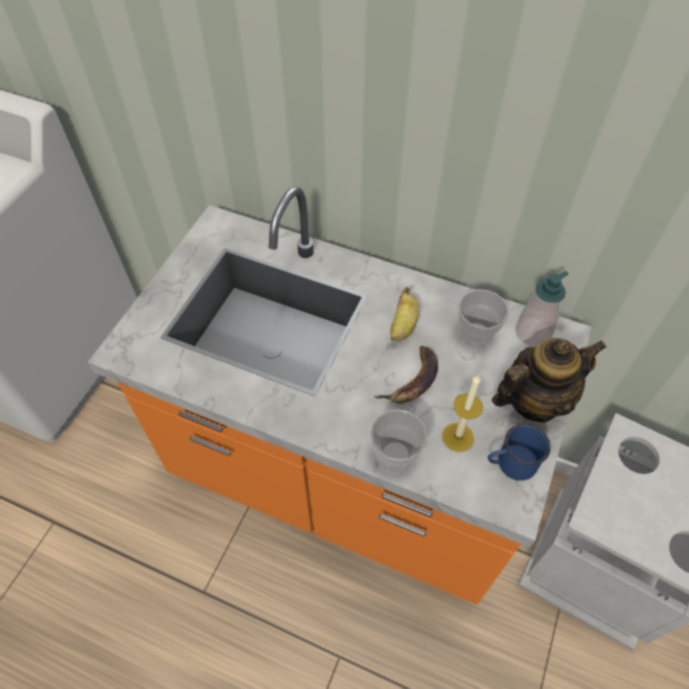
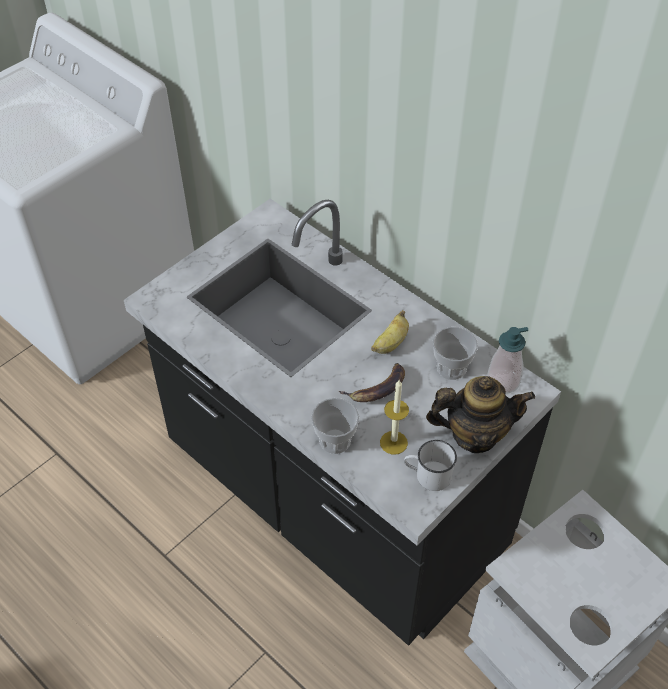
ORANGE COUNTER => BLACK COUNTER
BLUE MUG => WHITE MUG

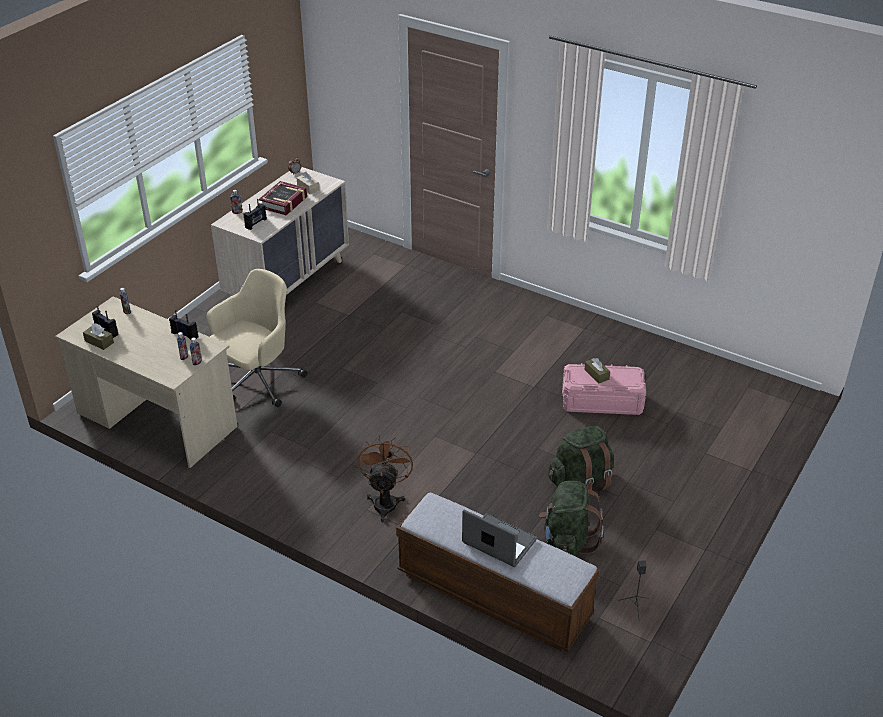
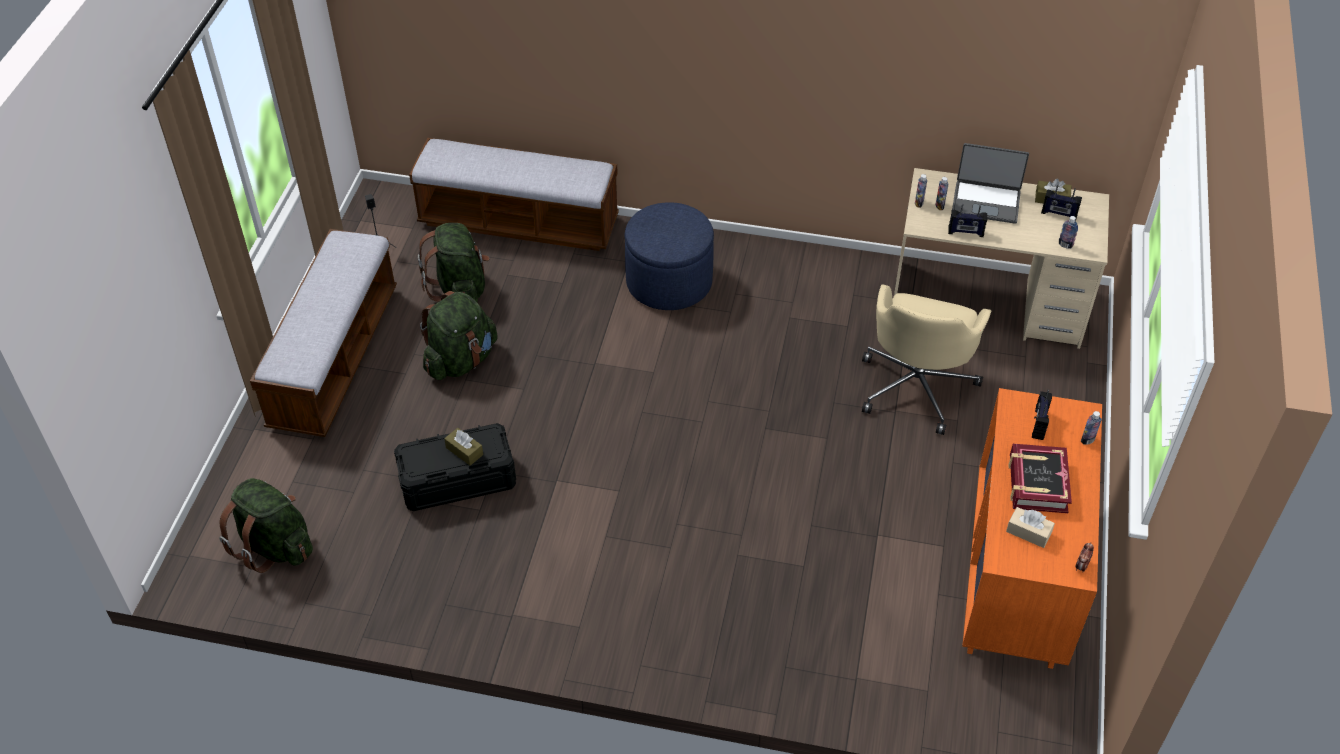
nothing => GREEN BACKPACK (no. 1 from left)
nothing => BENCH (no. 1 from left)
LAPTOP, shifted
BROWN FAN => BLUE OTTOMAN
BEIGE DRESSER => ORANGE DRESSER
PINK STORAGE BOX => BLACK STORAGE BOX

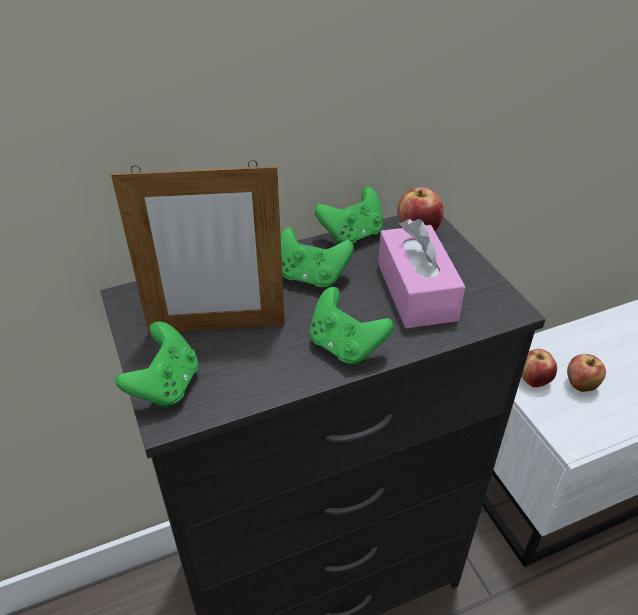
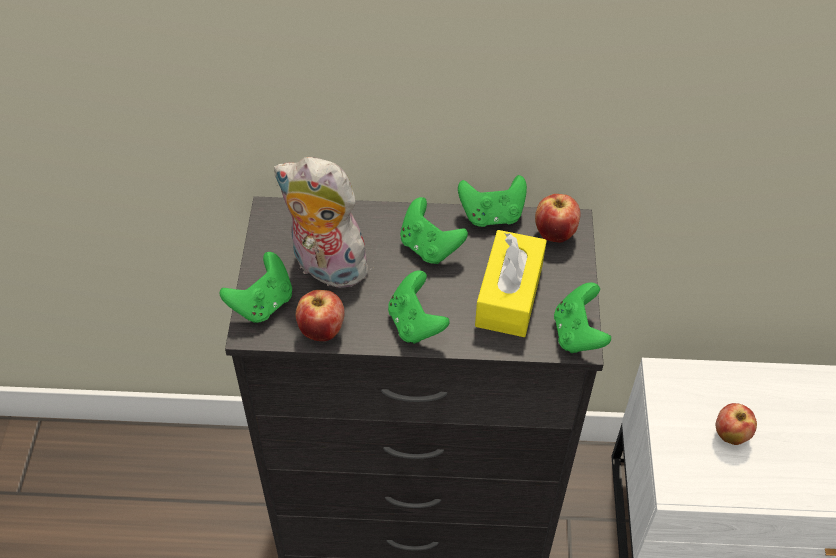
nothing => GREEN GAME CONTROLLER (no. 5 from left)
APPLE (no. 2 from left in the first image) => APPLE (no. 1 from left), shifted
PICTURE FRAME => PLUSH TOY
PINK TISSUE BOX => YELLOW TISSUE BOX

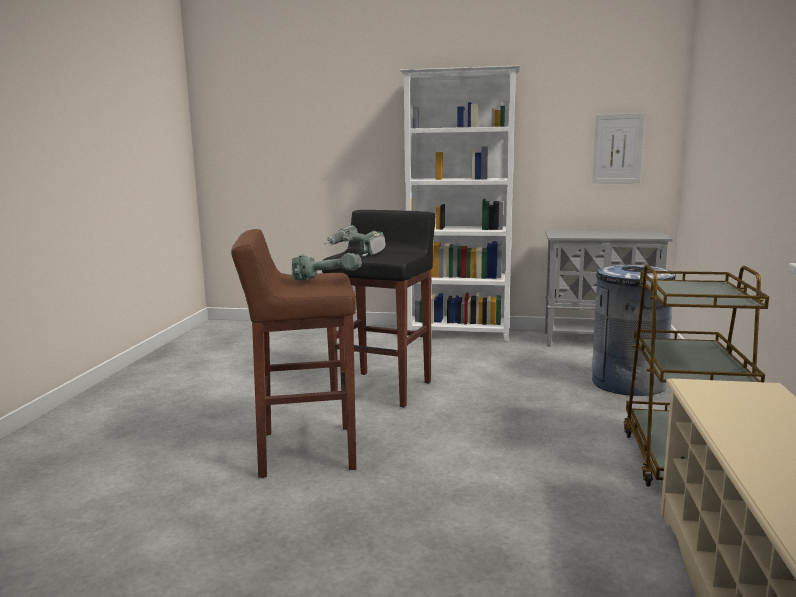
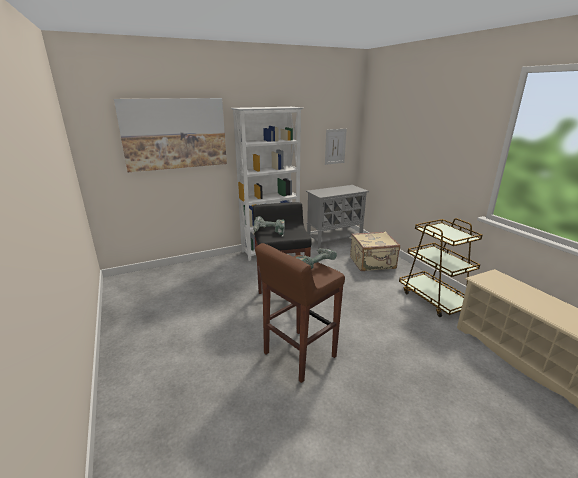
nothing => PICTURE (no. 1 from left)
GREY TRASH CAN => BEIGE SUITCASE

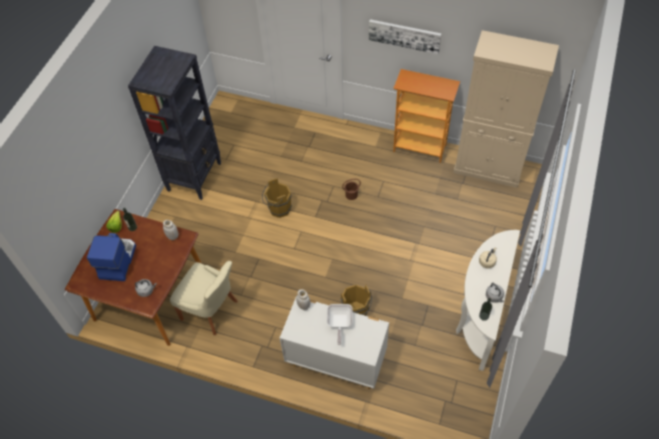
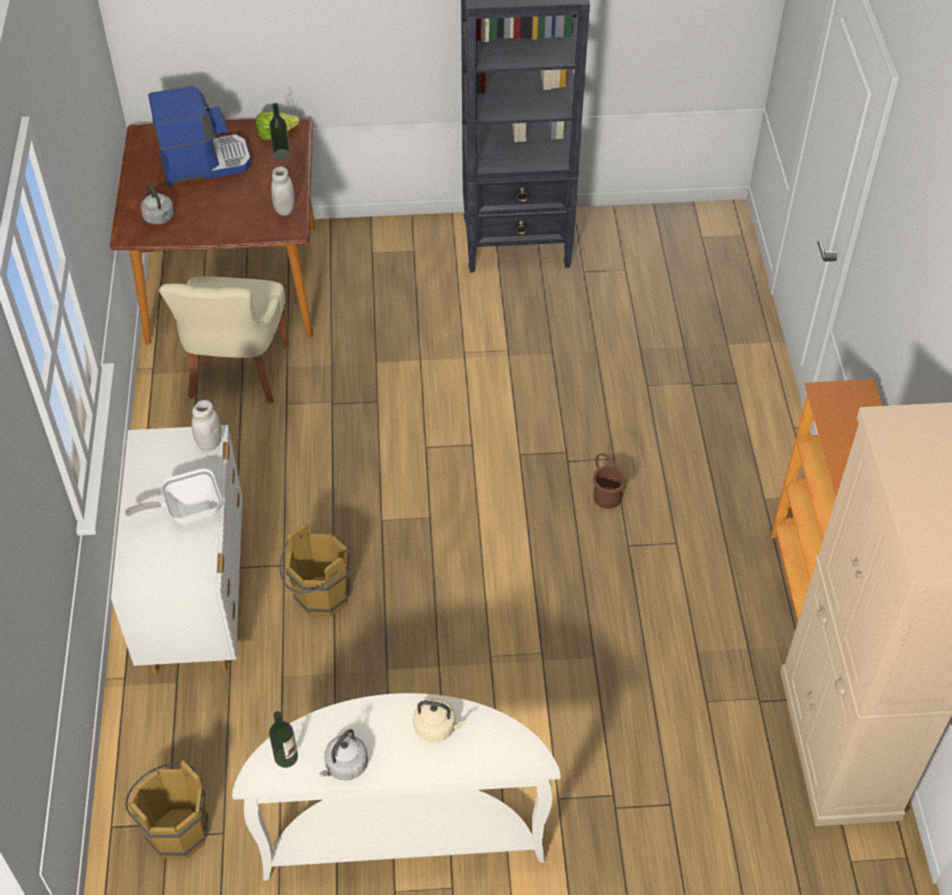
PICTURE => nothing
BROWN BUCKET (no. 1 from left), shifted

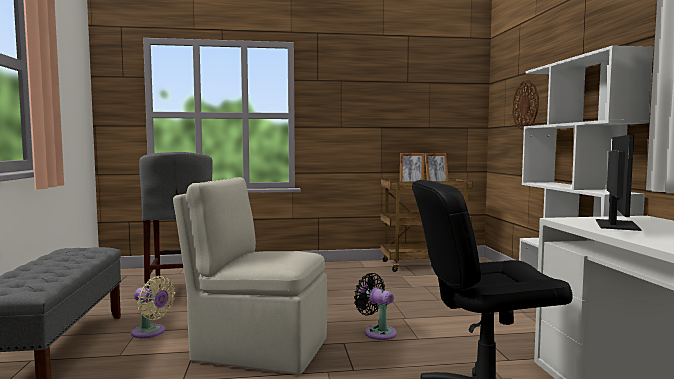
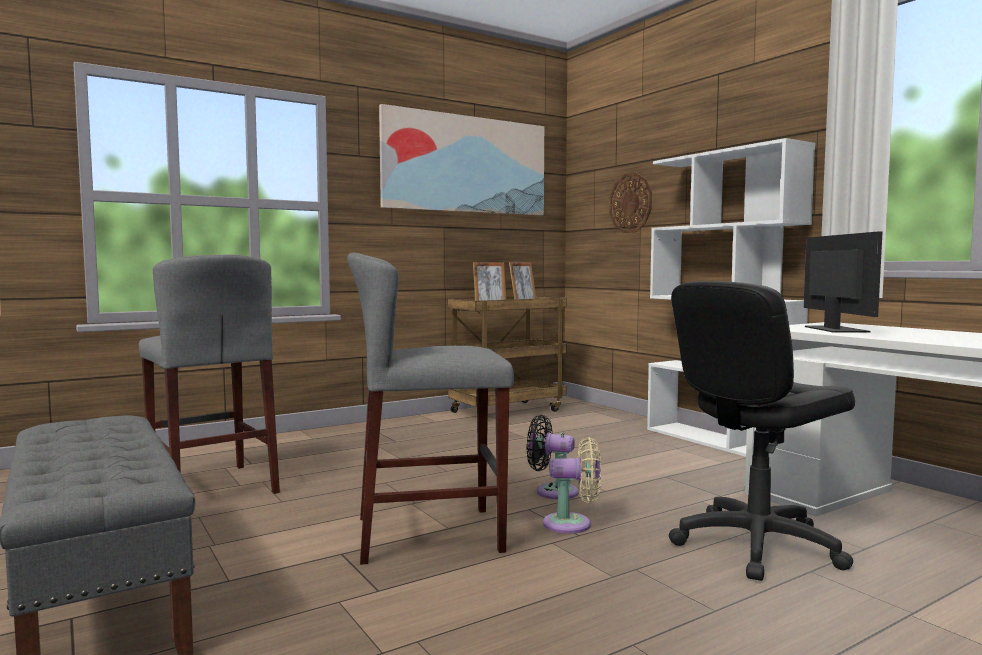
nothing => PICTURE
BEIGE FAN, shifted
BEIGE CHAIR => GREY STOOL (no. 2 from left)

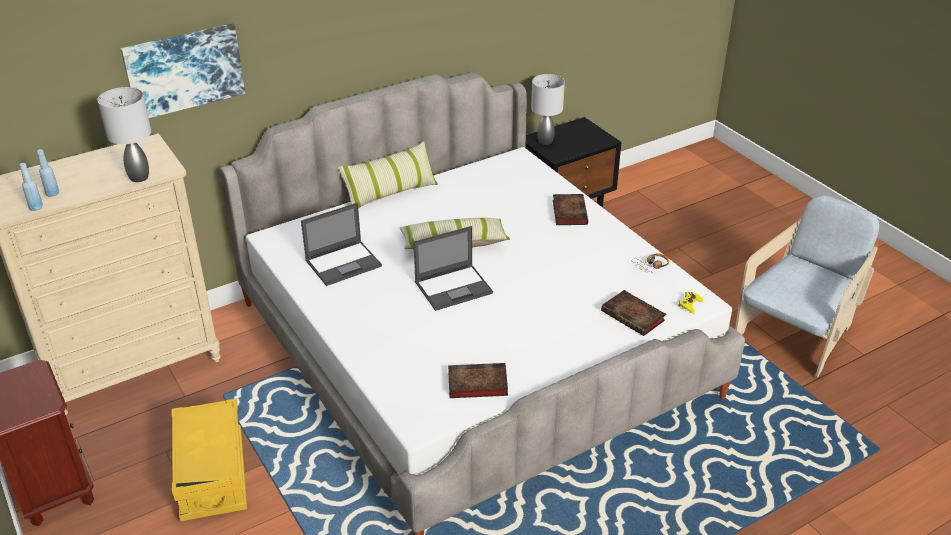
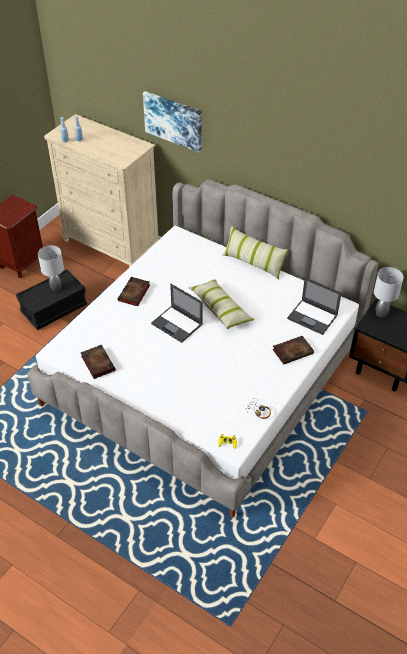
BEIGE ARMCHAIR => nothing
GREY TABLE LAMP (no. 1 from left), shifted
LAPTOP (no. 1 from left in the first image) => LAPTOP (no. 2 from left), shifted
BOOK (no. 3 from left in the first image) => BOOK (no. 2 from left), shifted
YELLOW STORAGE BOX => BLACK STORAGE BOX

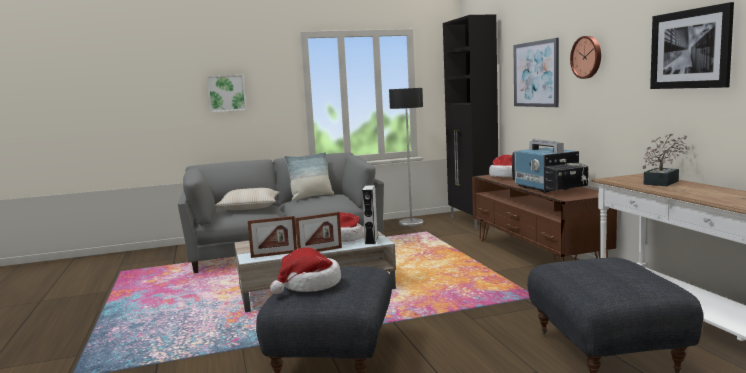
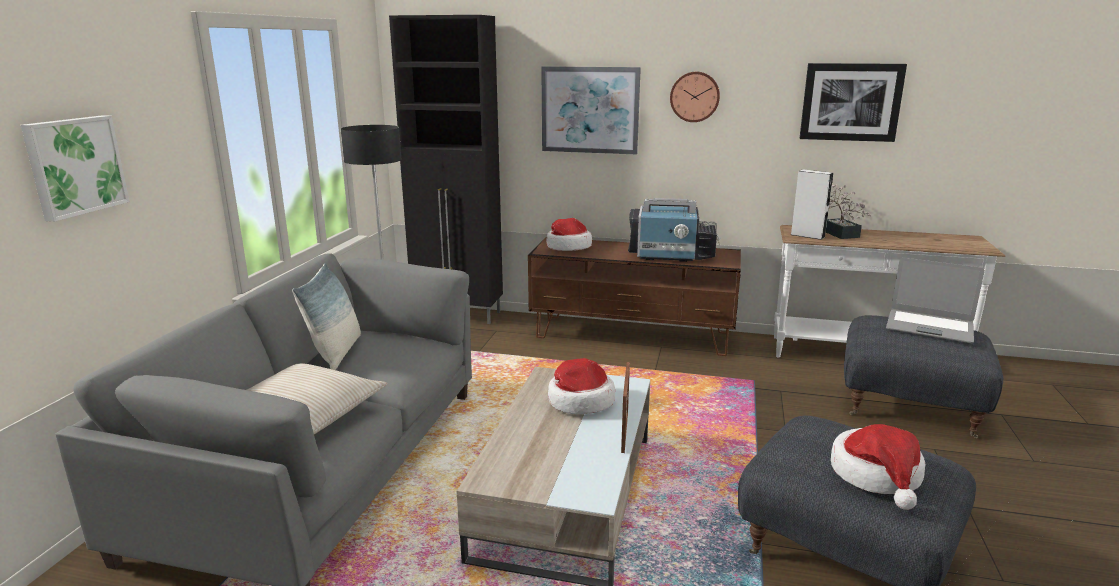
PICTURE FRAME (no. 1 from left) => nothing
nothing => LAPTOP
GREY SPEAKER, shifted

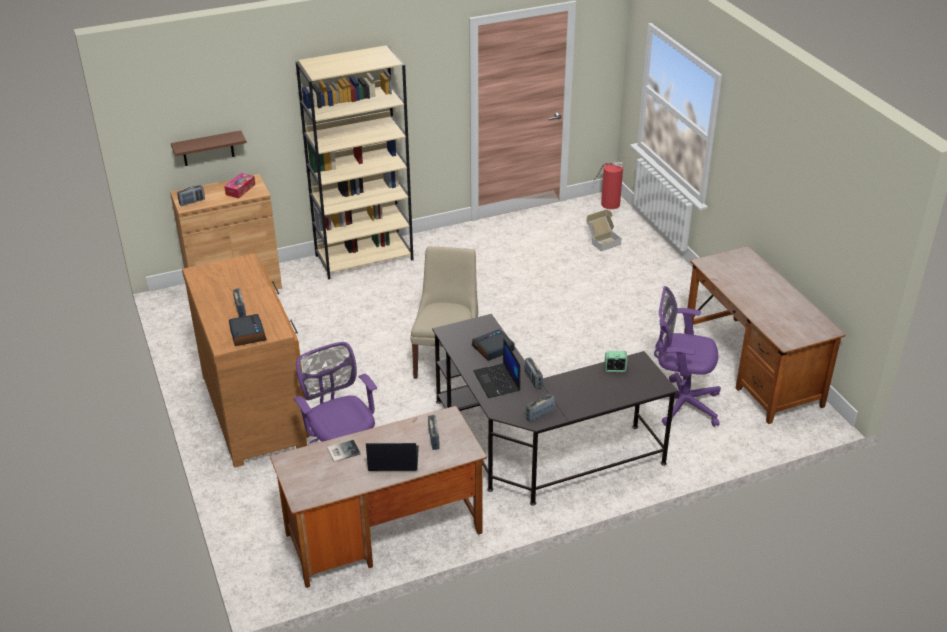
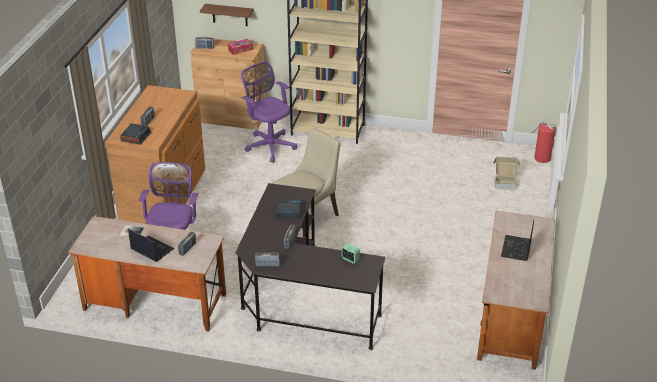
LAPTOP (no. 2 from left), shifted
PURPLE OFFICE CHAIR (no. 2 from left), shifted

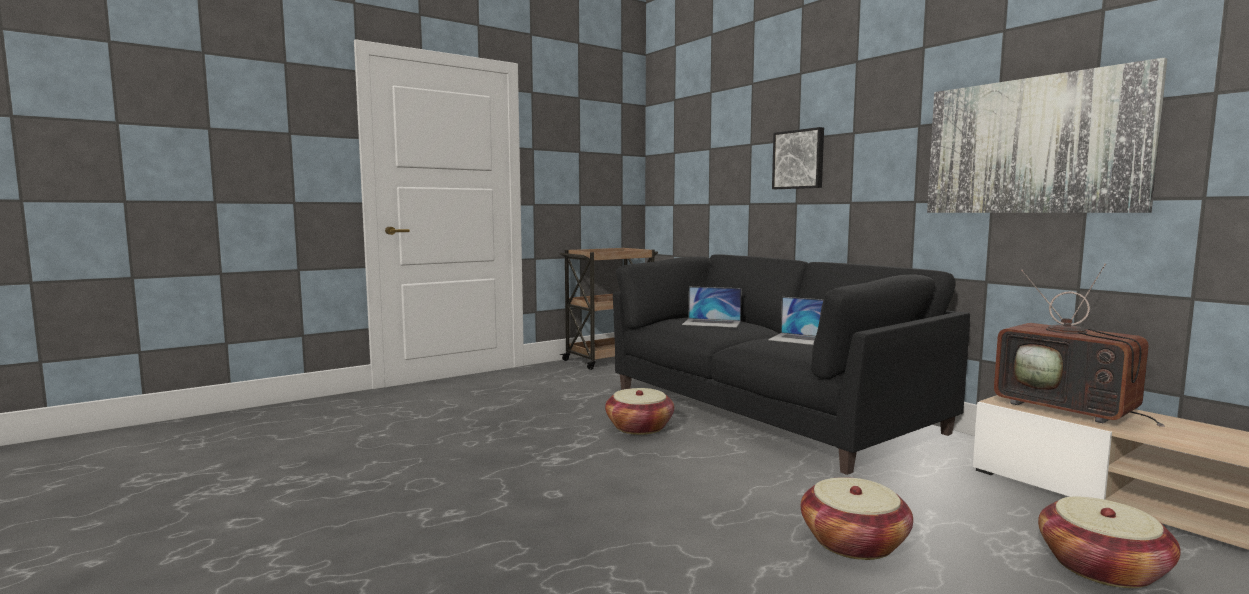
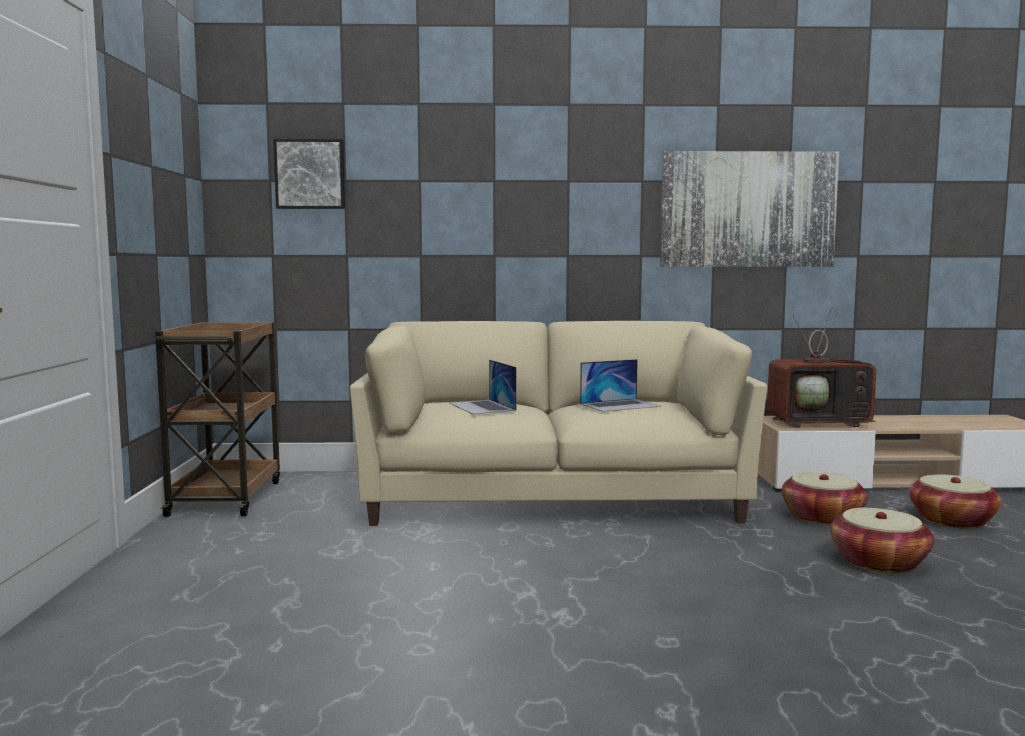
BASKET (no. 1 from left), shifted
PICTURE (no. 1 from left), shifted
BLACK SOFA => BEIGE SOFA
LAPTOP (no. 1 from left), 105 degrees clockwise

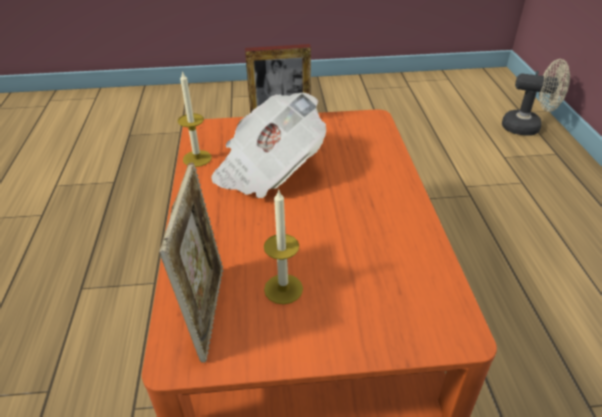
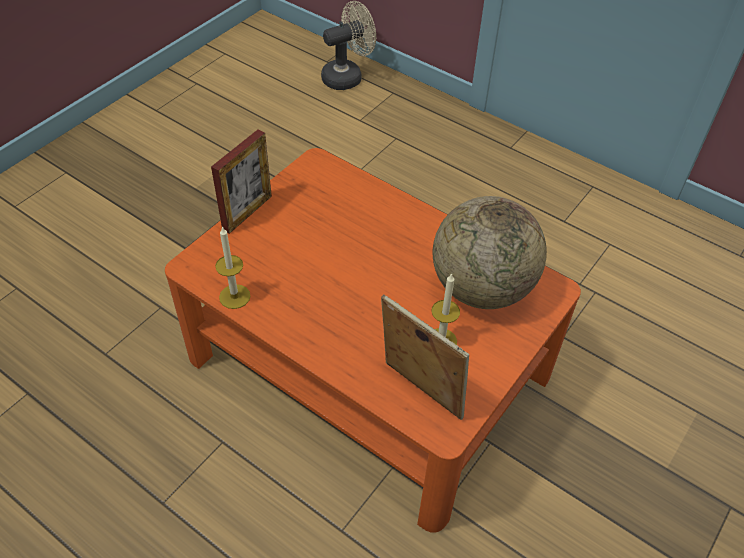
NEWSPAPER => nothing
nothing => GLOBE

